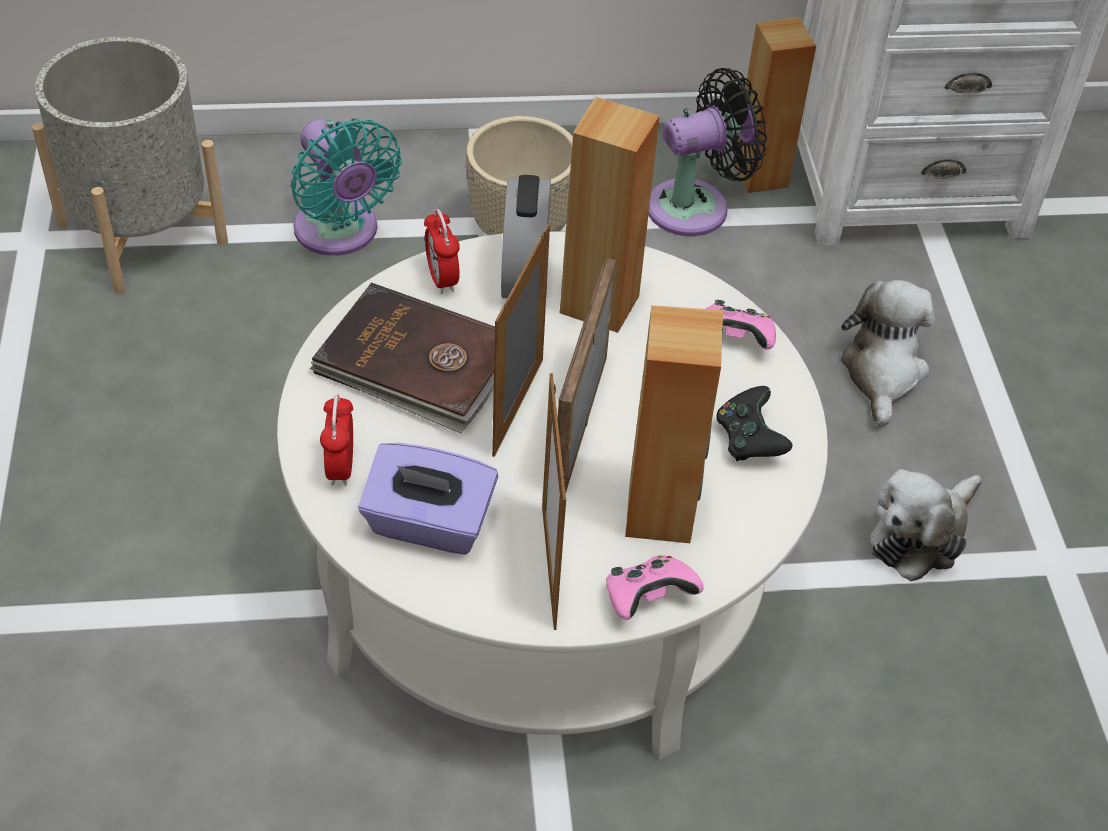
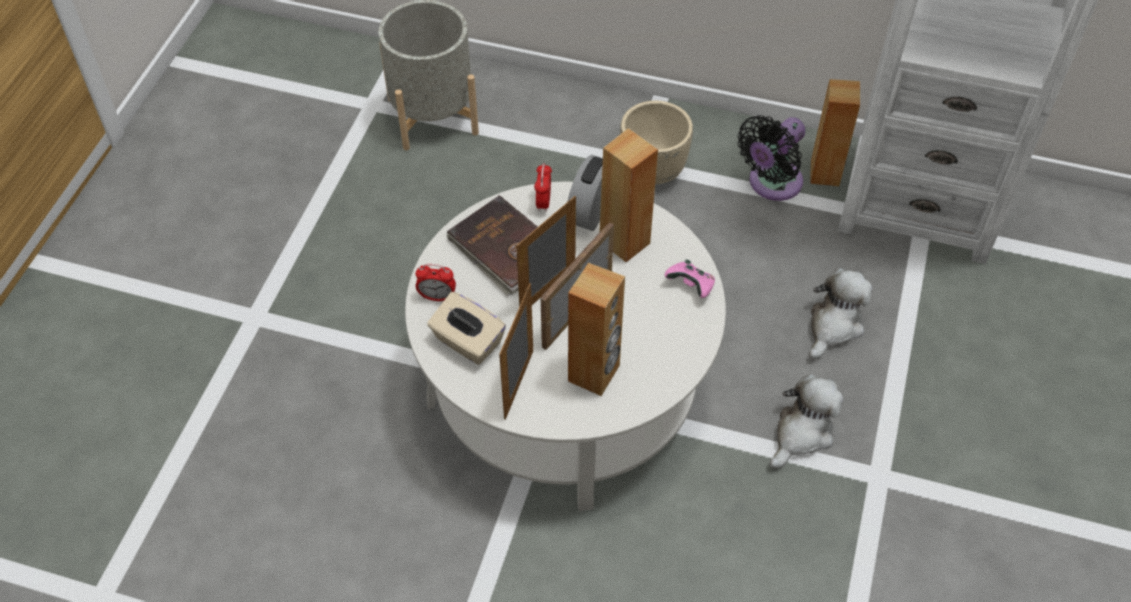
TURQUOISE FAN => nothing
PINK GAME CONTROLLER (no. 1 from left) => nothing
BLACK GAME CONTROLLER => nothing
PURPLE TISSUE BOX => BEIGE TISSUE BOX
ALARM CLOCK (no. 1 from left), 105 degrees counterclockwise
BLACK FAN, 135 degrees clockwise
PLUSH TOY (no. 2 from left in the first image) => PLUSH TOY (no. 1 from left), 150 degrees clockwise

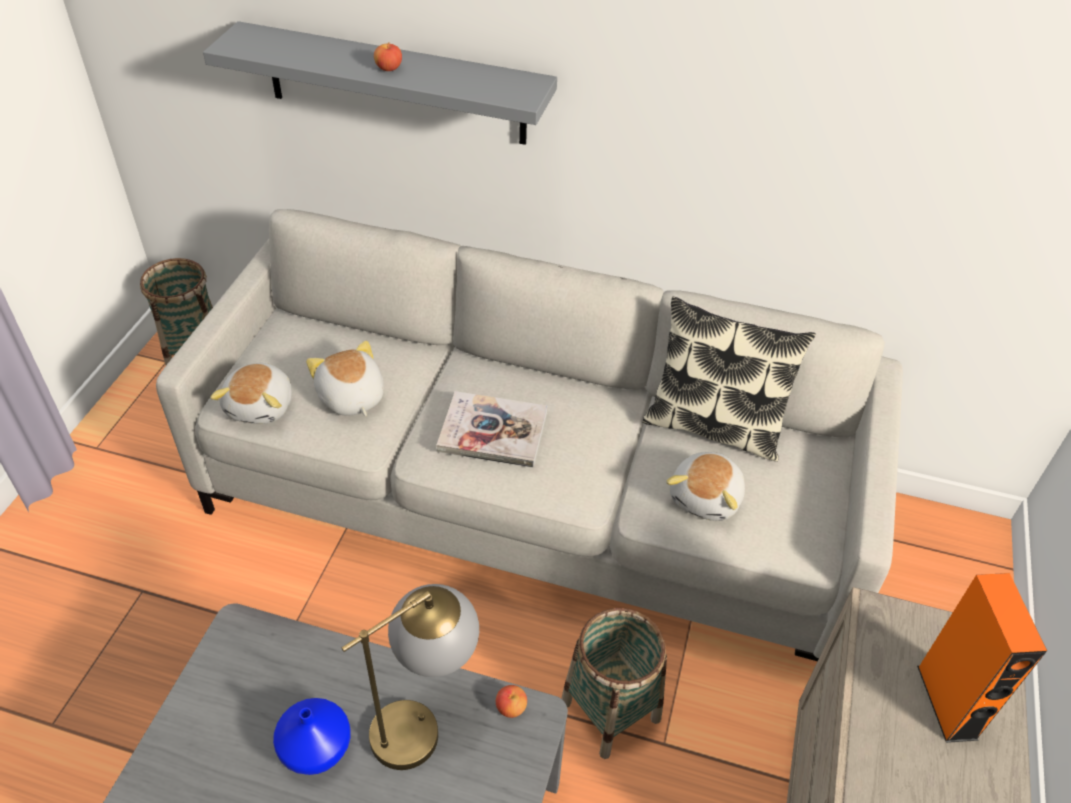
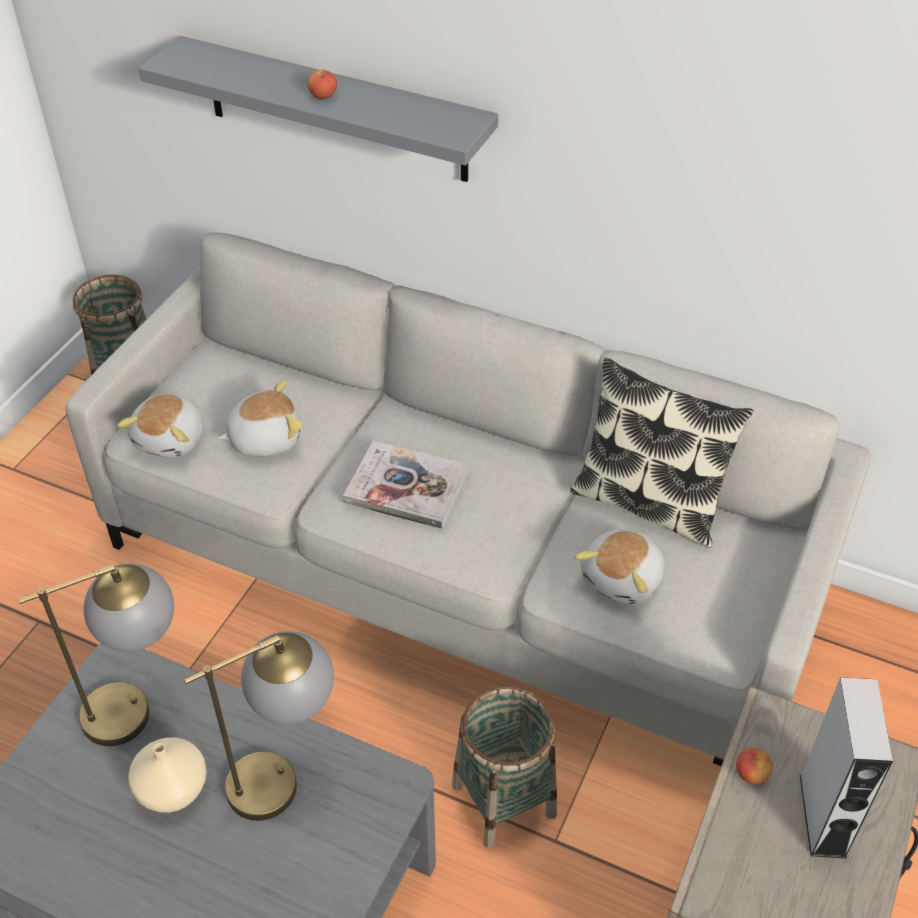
nothing => TABLE LAMP (no. 1 from left)
APPLE (no. 2 from left), shifted
BLUE VASE => BEIGE VASE
ORANGE SPEAKER => GREY SPEAKER
PLUSH TOY (no. 2 from left), 90 degrees clockwise

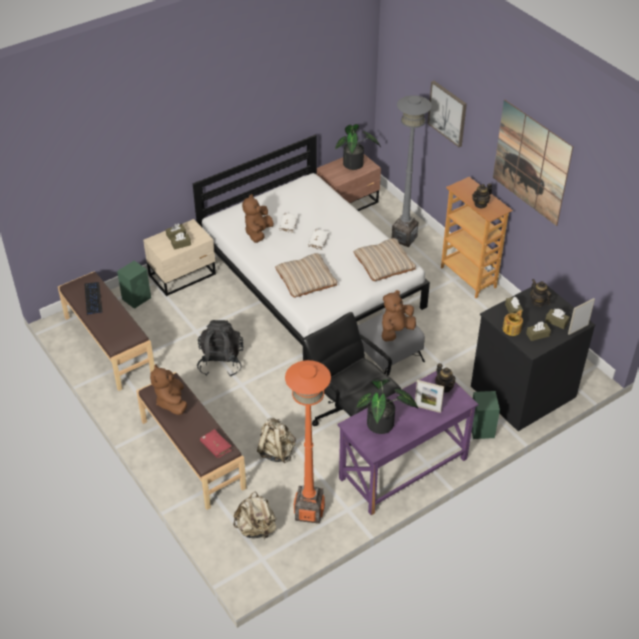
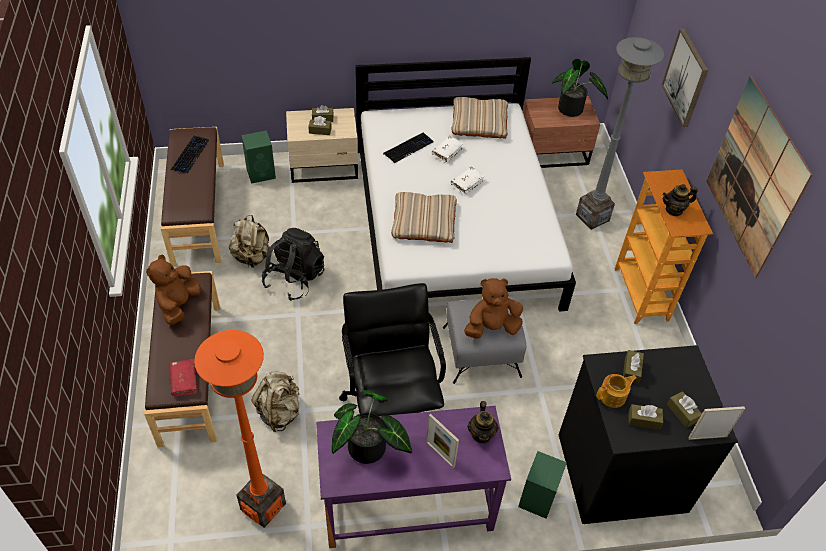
TEAPOT (no. 4 from left) => nothing
BEIGE BACKPACK (no. 1 from left), shifted
BEIGE PILLOW (no. 2 from left), shifted
BROWN PLUSH TOY (no. 2 from left) => KEYBOARD (no. 2 from left)

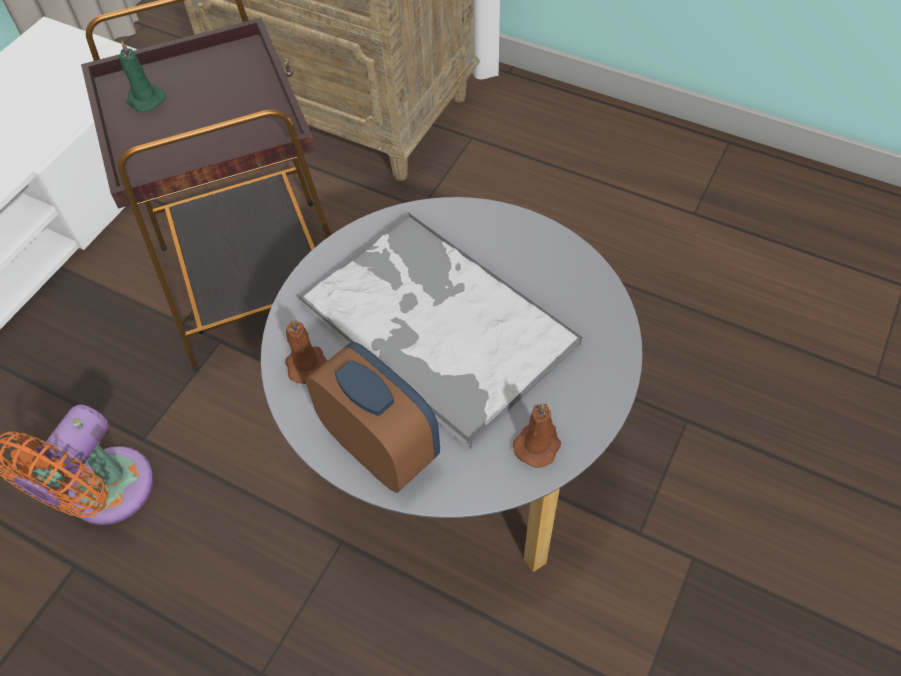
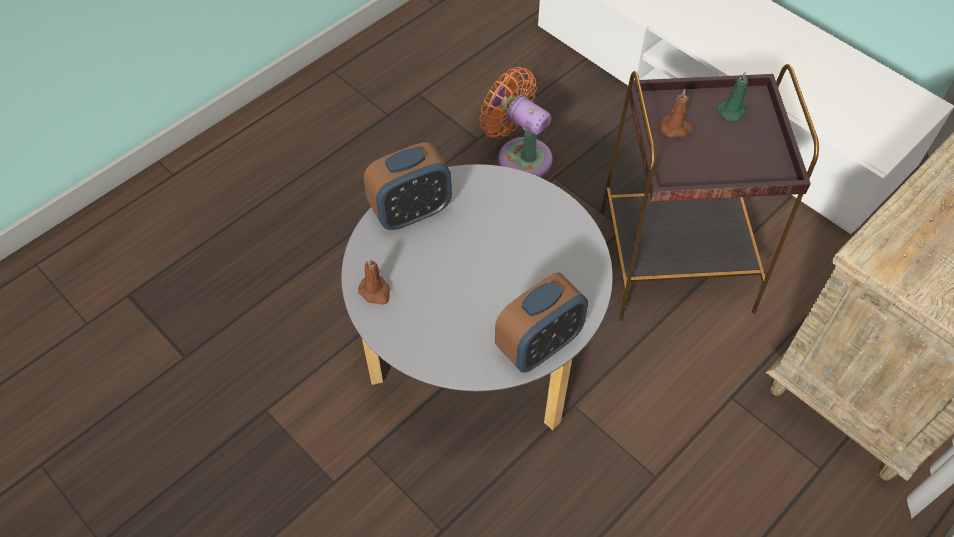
TRAY => nothing
nothing => ALARM CLOCK (no. 2 from left)
BROWN CANDLE (no. 1 from left in the first image) => BROWN CANDLE (no. 2 from left), shifted

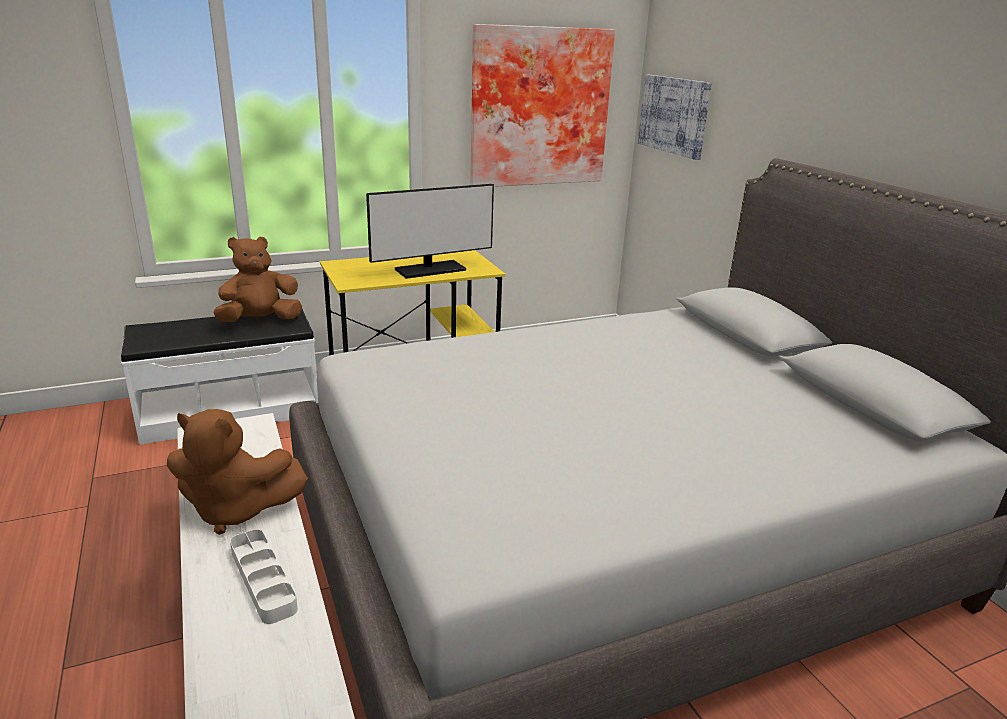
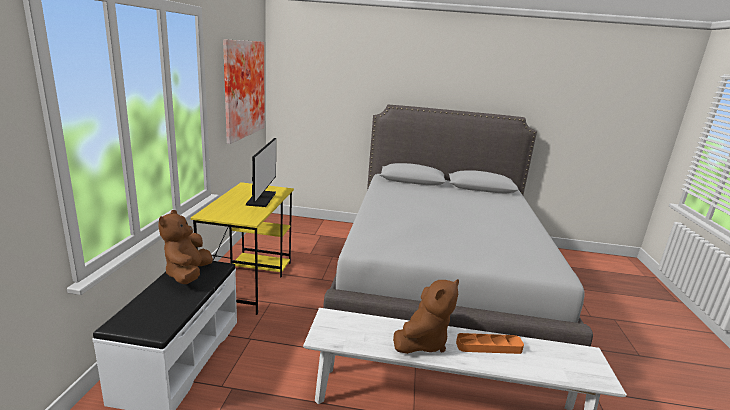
PICTURE (no. 2 from left) => nothing
WHITE TRAY => ORANGE TRAY

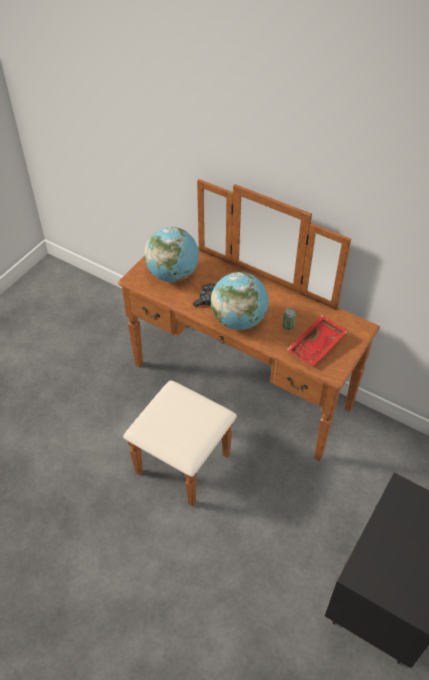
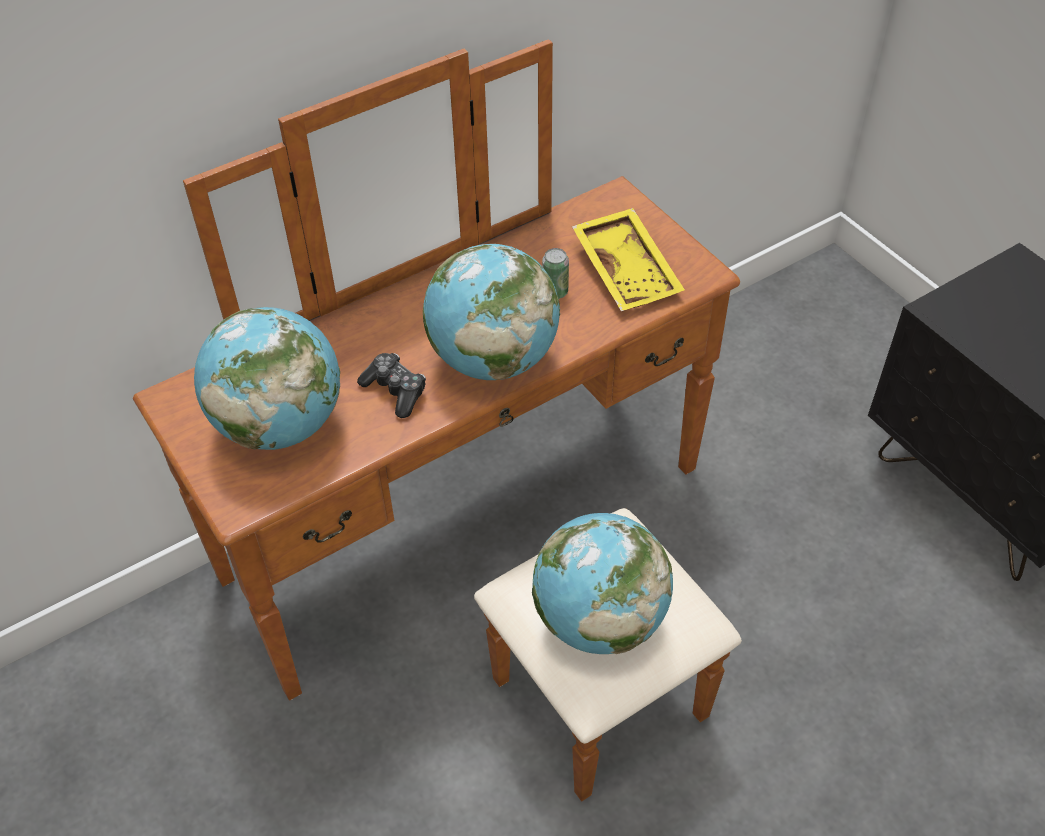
nothing => GLOBE (no. 3 from left)
RED TRAY => YELLOW TRAY

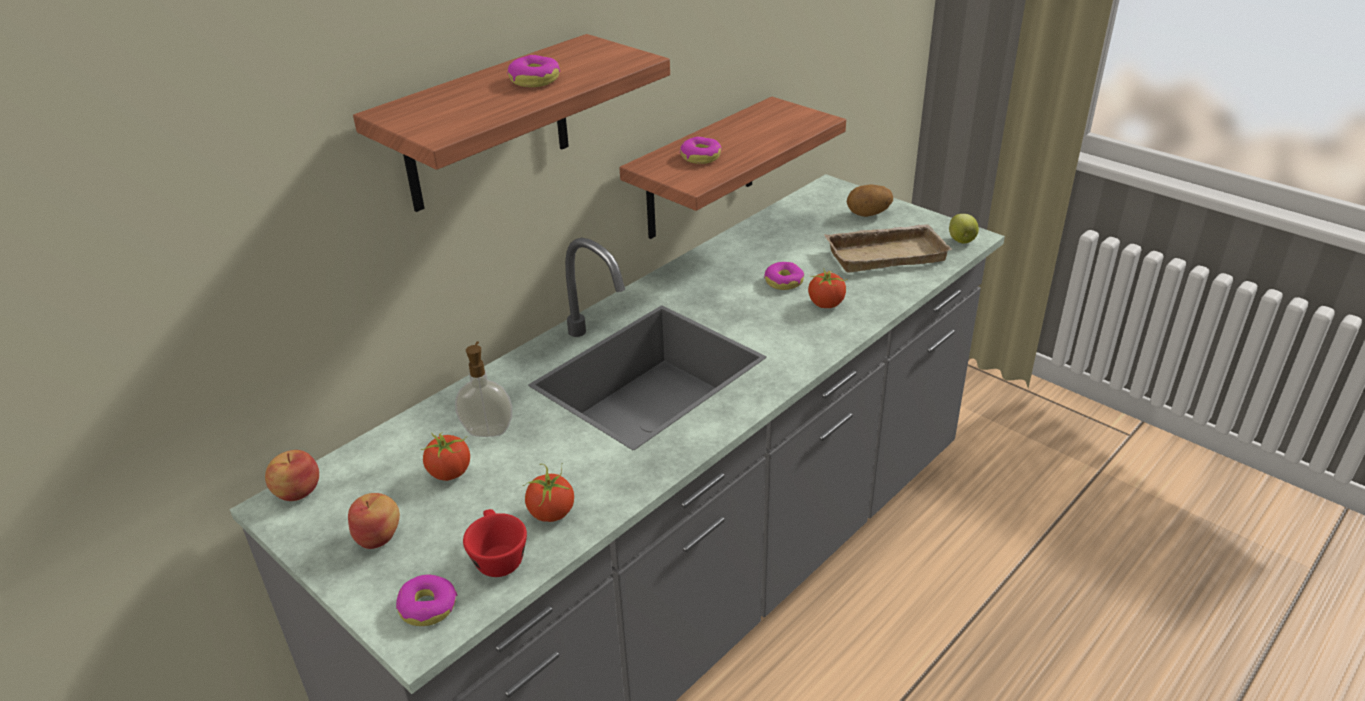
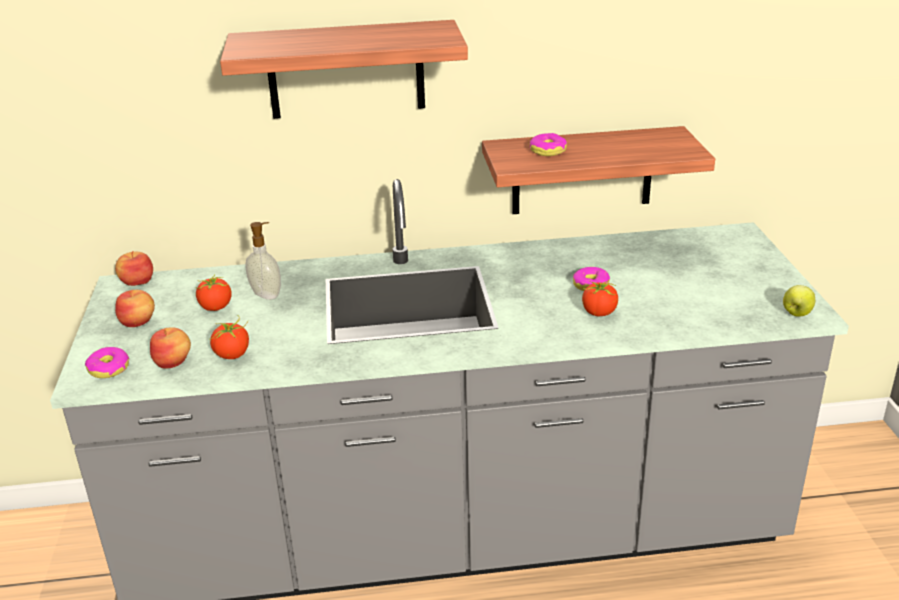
DONUT (no. 2 from left) => nothing
BEIGE TRAY => nothing
POTATO => nothing
RED CUP => APPLE (no. 3 from left)

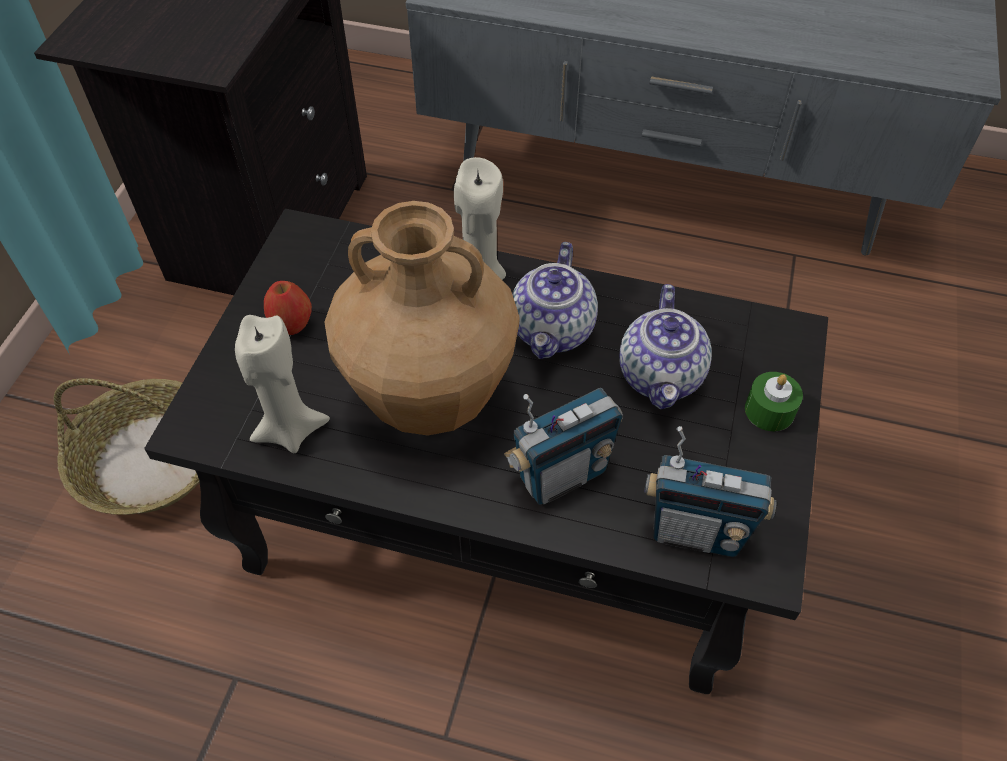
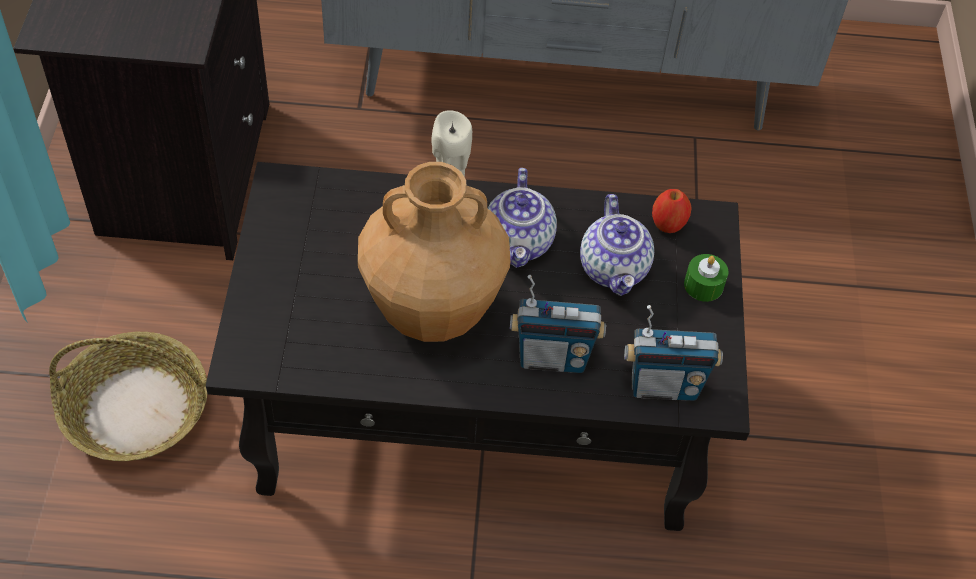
BEIGE CANDLE (no. 1 from left) => nothing
APPLE, shifted
RADIO (no. 1 from left), 45 degrees clockwise

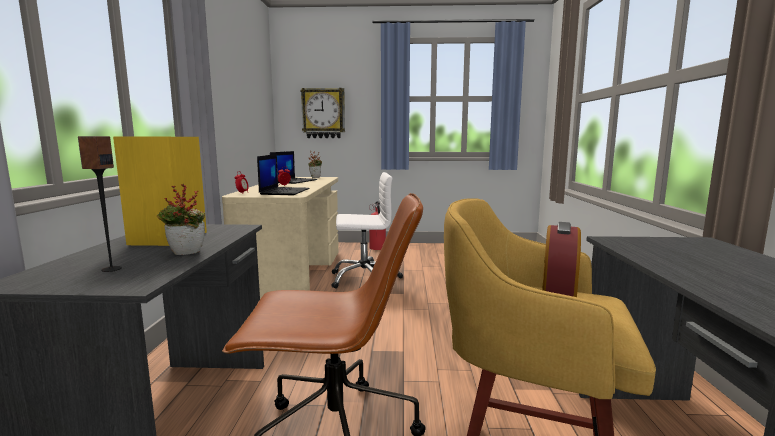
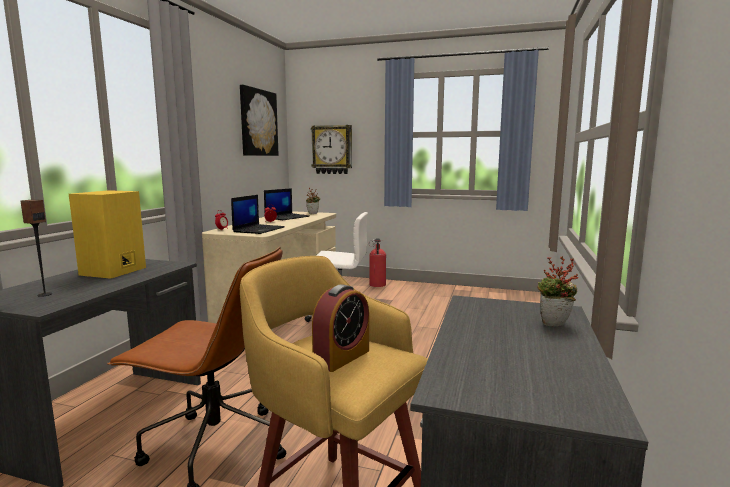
nothing => PICTURE
POTTED PLANT (no. 1 from left in the first image) => POTTED PLANT (no. 2 from left), shifted

